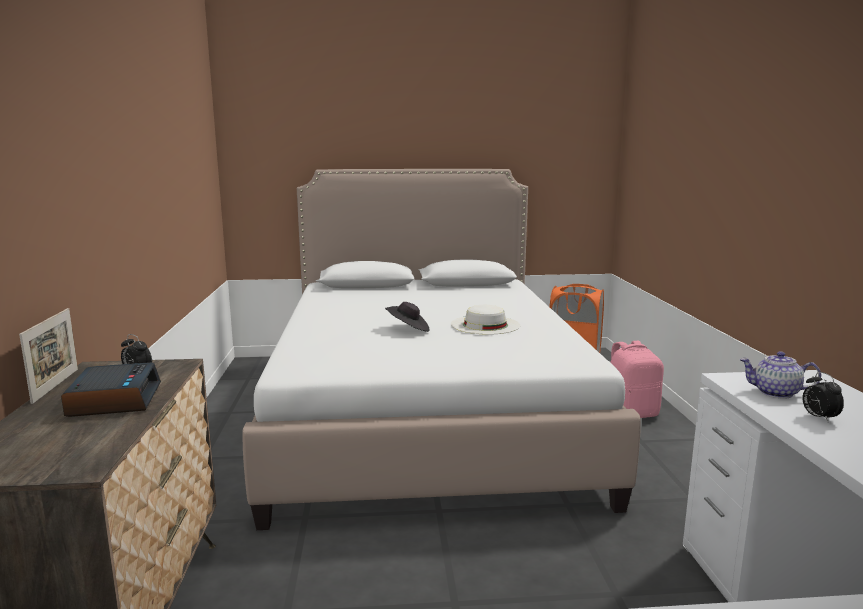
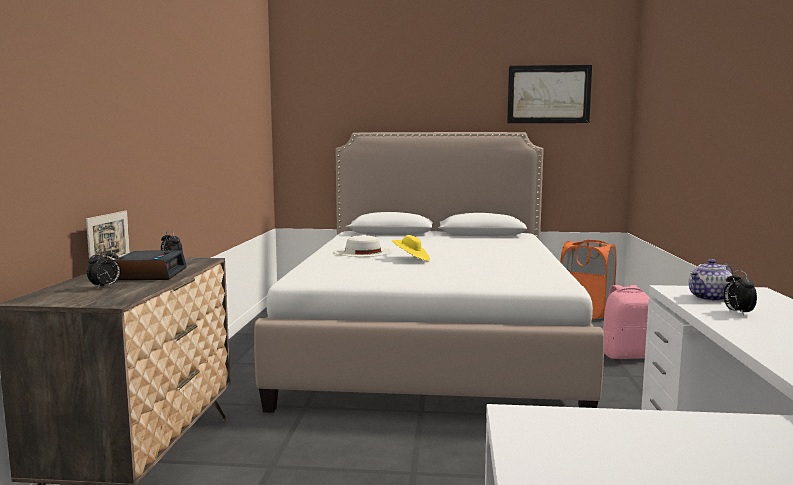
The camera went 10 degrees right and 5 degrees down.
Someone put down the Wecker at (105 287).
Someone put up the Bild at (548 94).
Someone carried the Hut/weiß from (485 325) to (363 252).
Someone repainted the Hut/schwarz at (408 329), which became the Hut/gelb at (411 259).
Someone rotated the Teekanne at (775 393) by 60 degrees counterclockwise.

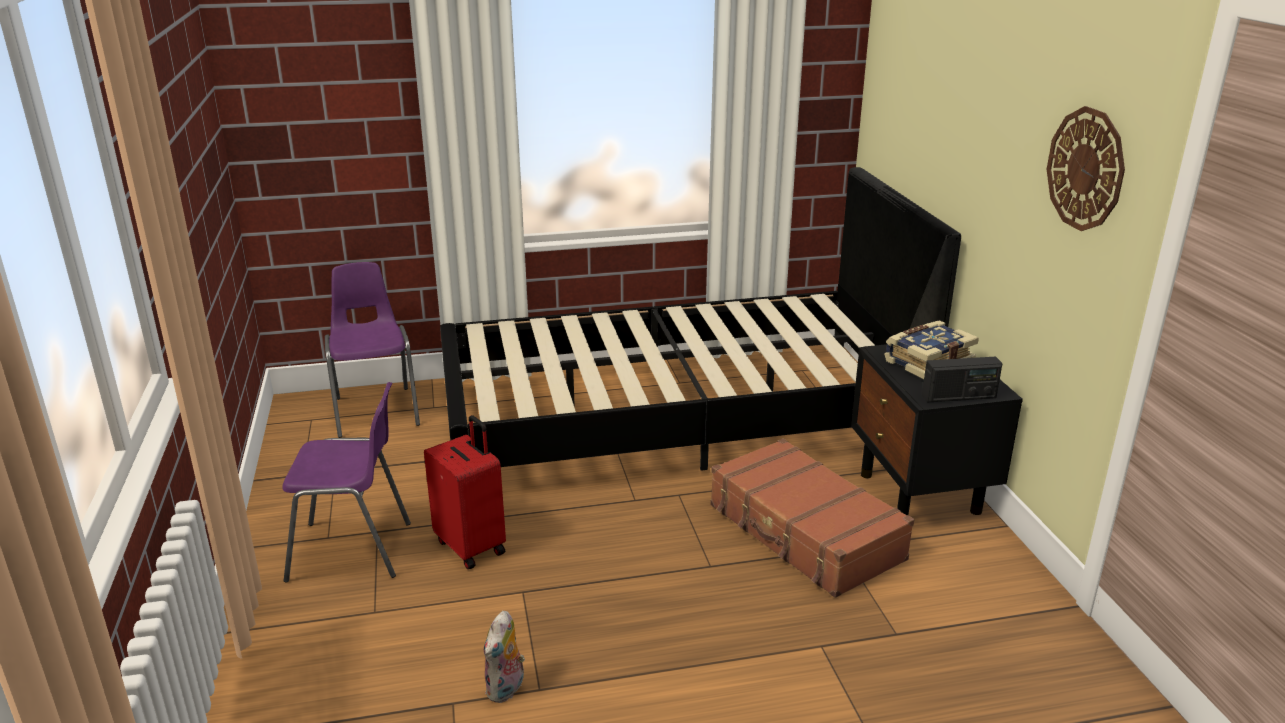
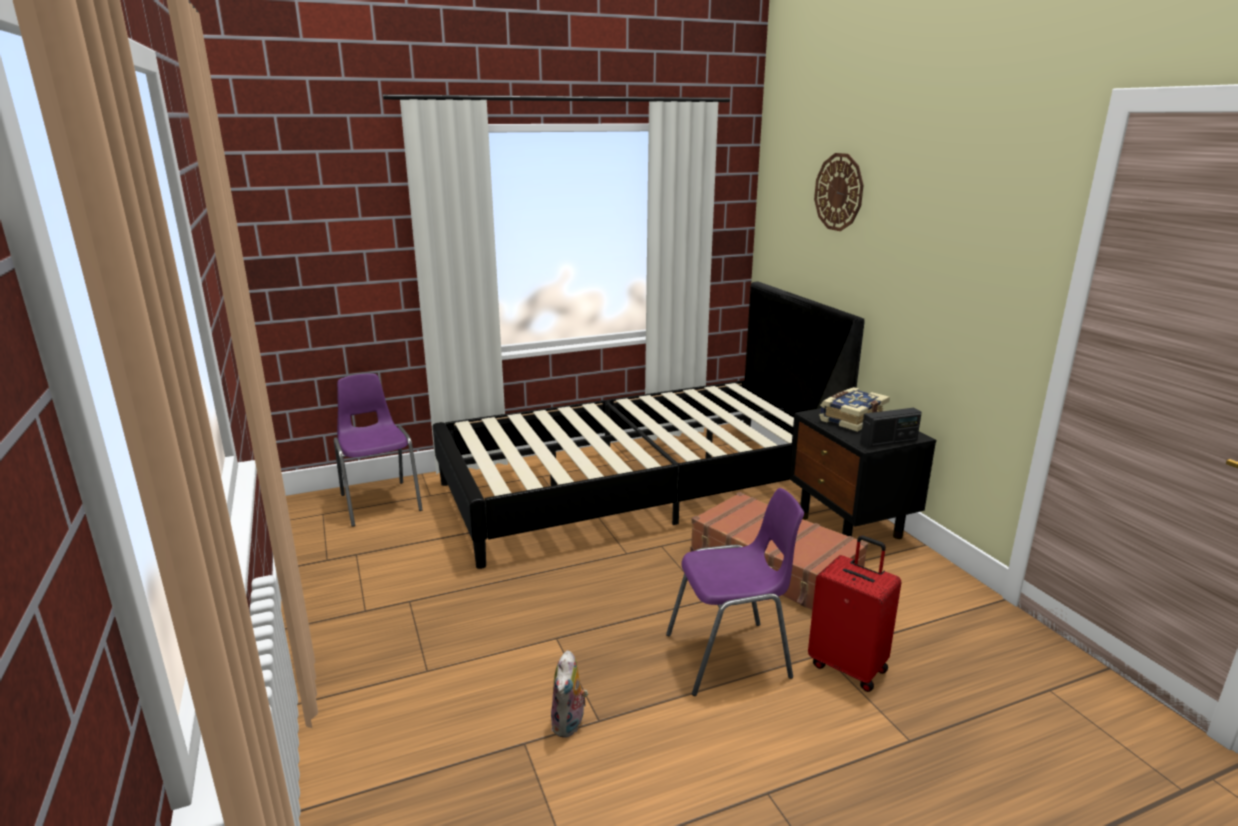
The camera went 10 degrees left and 5 degrees down.
Someone carried the Stuhl/lila from (353 551) to (731 656).
Someone carried the Koffer/rot from (472 546) to (848 666).
Someone carried the Wanduhr from (1086 169) to (839 192).

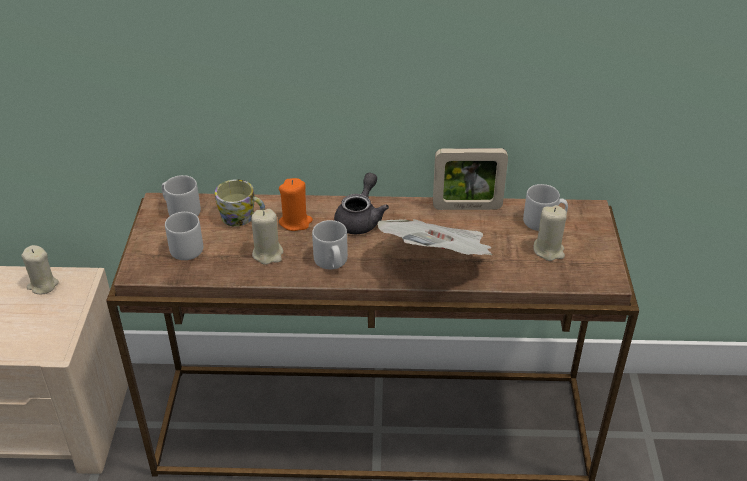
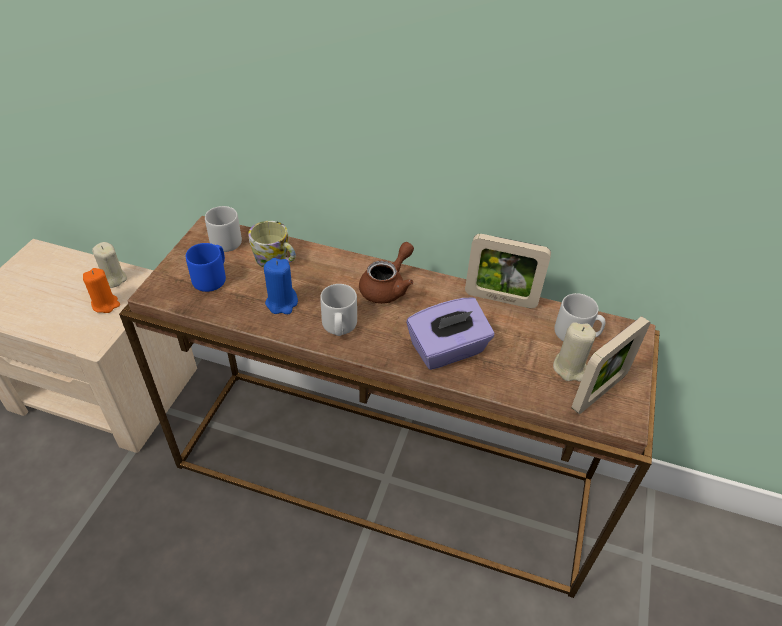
The camera went 15 degrees right and 5 degrees up.
Someone put down the Bilderrahmen at (599 392).
Someone carried the Kerze/orange from (295 222) to (105 304).
Someone swapped the Zeitung at (438 259) for the Taschentuchbox/lila at (448 350).
Someone repainted the Henkelbecher/grau at (188 247), which became the Henkelbecher/blau at (212 278).
Someone repainted the Kerze/beige at (268 254), which became the Kerze/blau at (282 303).
Someone repainted the Teekanne/grau at (360 219), which became the Teekanne/braun at (387 287).

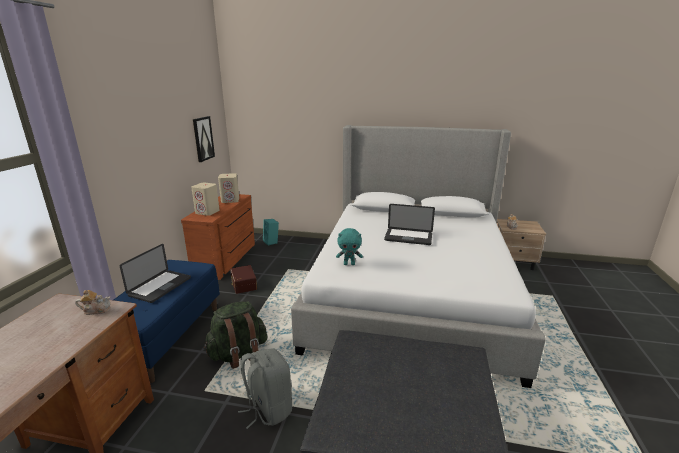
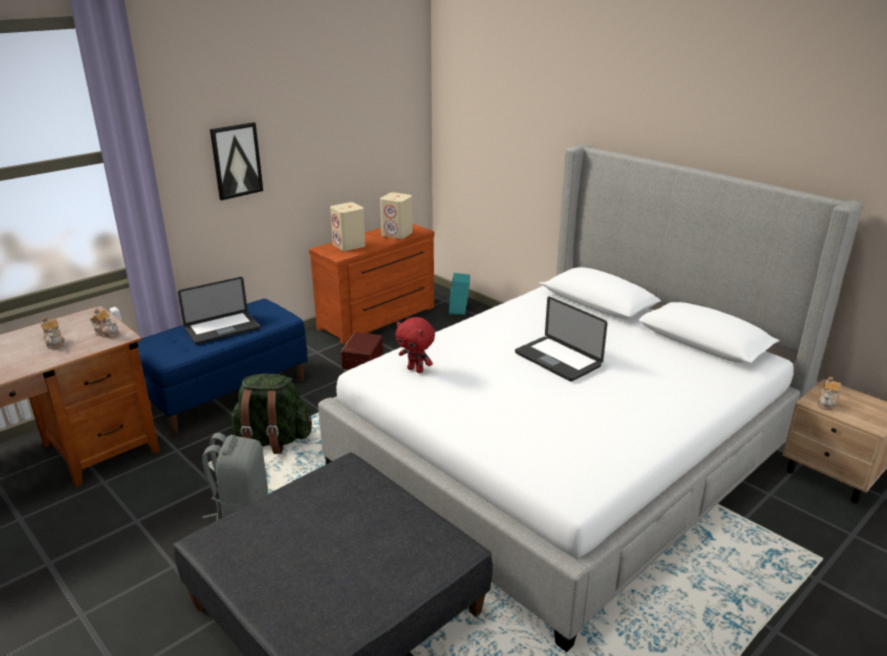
The camera went 35 degrees right and 5 degrees up.
Someone put down the Teekanne at (54 342).
Someone carried the Bild from (203 138) to (236 160).
Someone repainted the Plüschtier/türkis at (349 264), which became the Plüschtier/rot at (416 370).

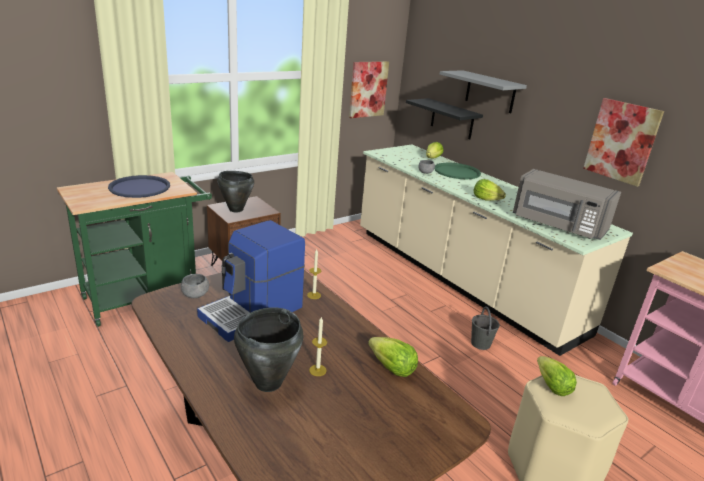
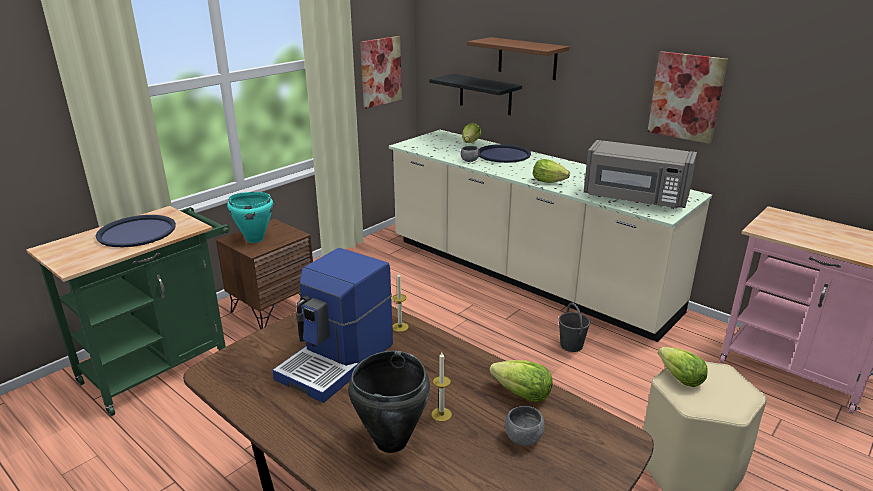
The camera went 10 degrees left and 0 degrees up.
Someone carried the Schüssel/grau from (195 295) to (523 438).
Someone repainted the Kochtopf/schwarz at (236 209), which became the Kochtopf/türkis at (254 239).
Someone repainted the Tablett/grün at (457 172), which became the Tablett/blau at (503 154).
Someone repainted the Wandregal/grau at (490 92), which became the Wandregal/braun at (527 58).

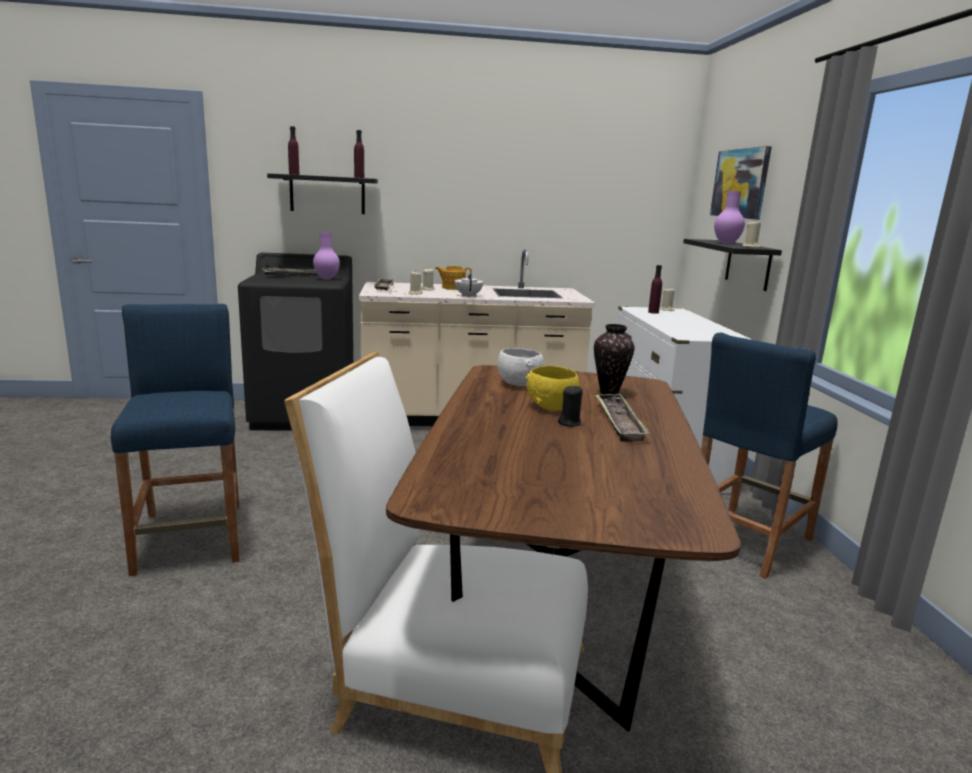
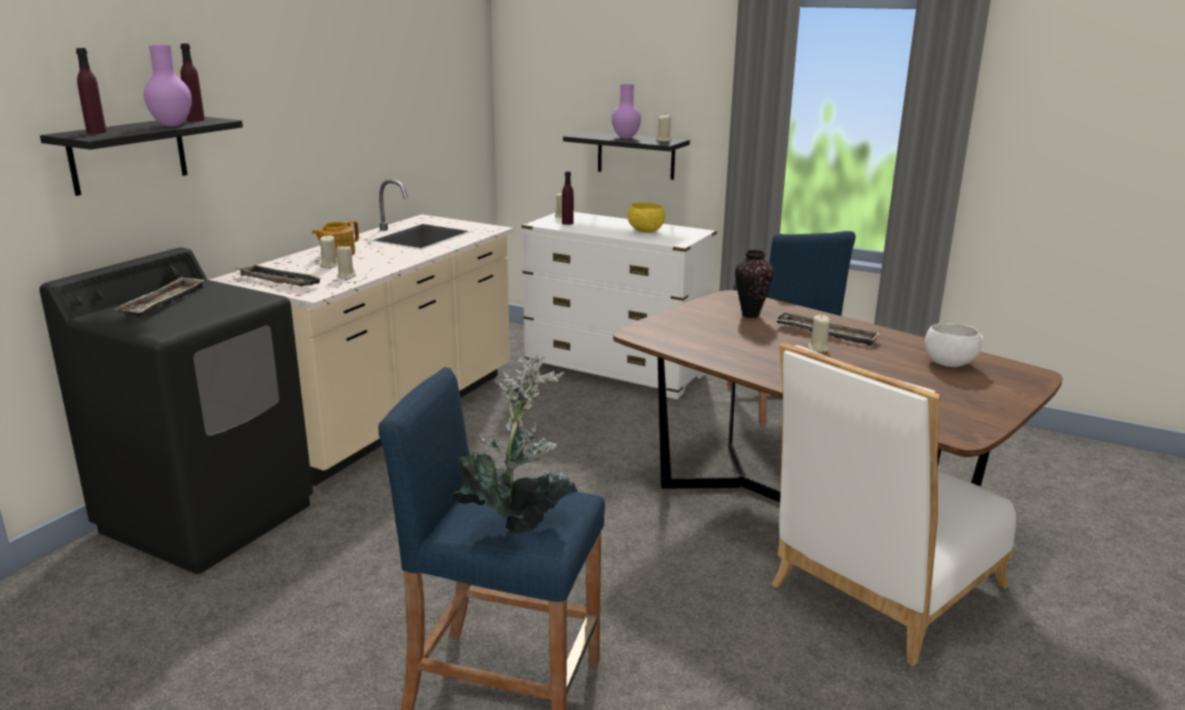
The camera went 55 degrees left and 5 degrees up.
Someone took away the Teekanne/weiß at (468 296).
Someone took away the Bild at (740 183).
Someone put down the Topfpflanze at (518 522).
Someone carried the Vase/lila from (327 279) to (172 125).
Someone carried the Schüssel/weiß from (519 383) to (948 363).
Someone carried the Schüssel/gelb from (552 407) to (646 231).
Someone repainted the Kerze/schwarz at (569 423), which became the Kerze/beige at (817 348).

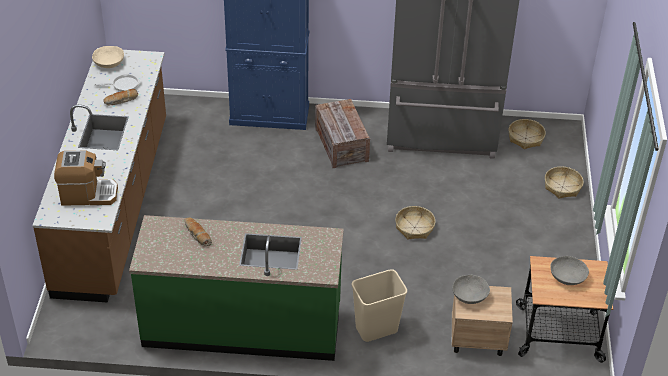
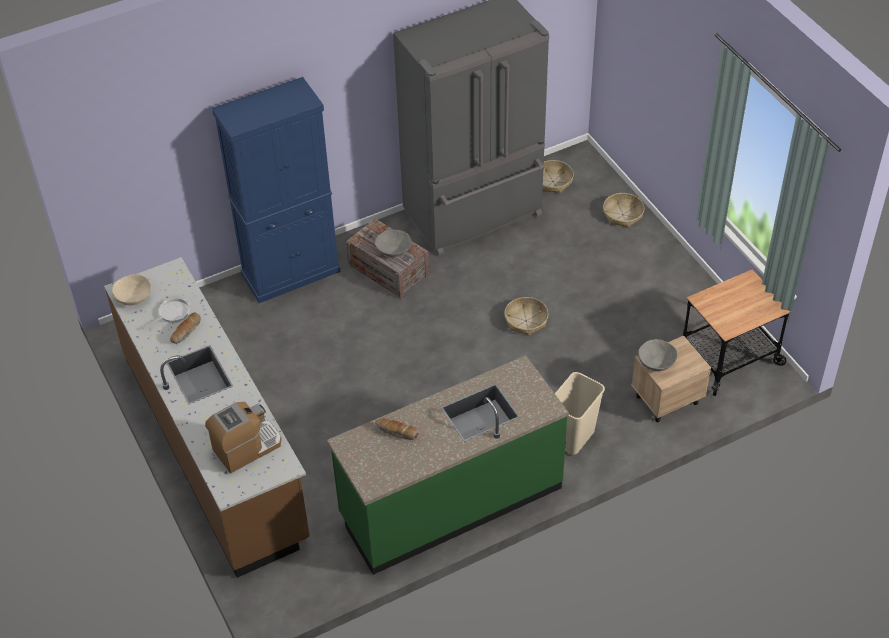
The camera went 30 degrees left and 5 degrees up.
Someone carried the Schüssel/grau from (567 277) to (393 249).

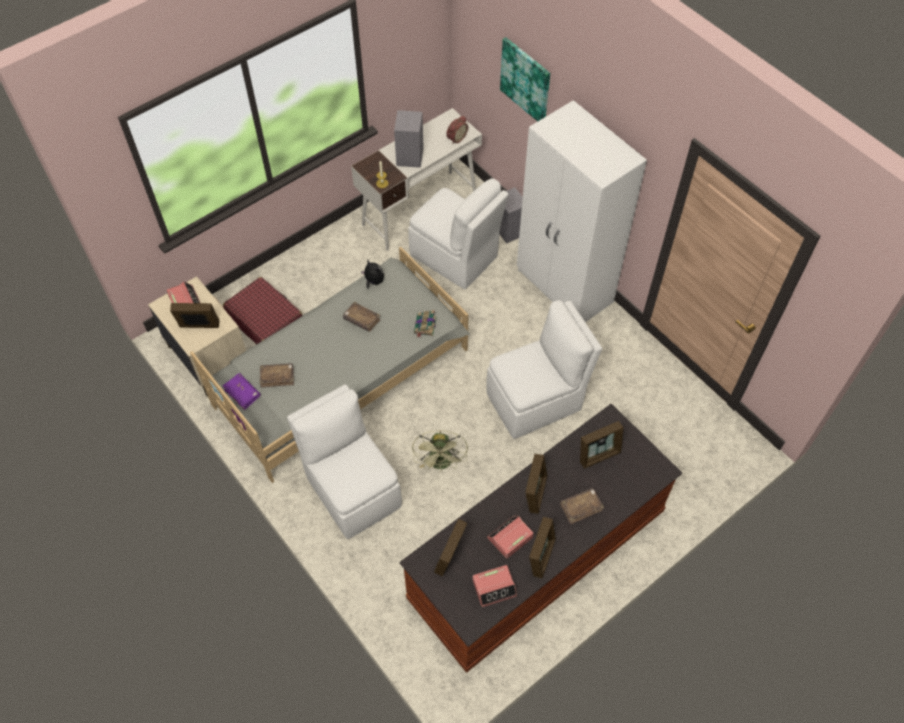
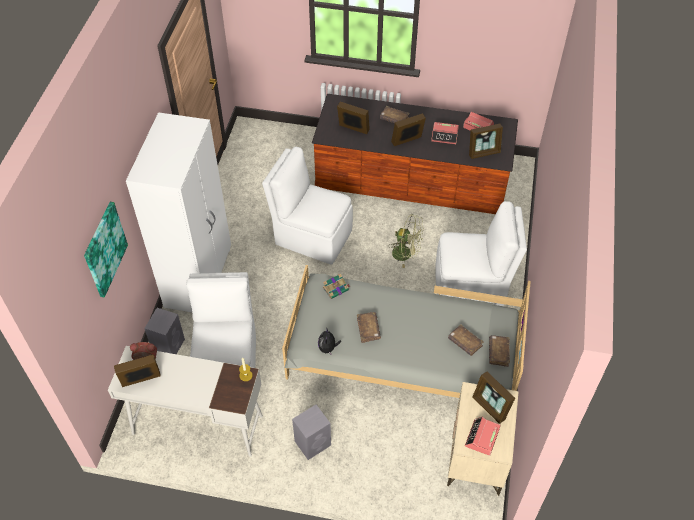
The camera went 130 degrees left and 5 degrees down.
Someone took away the Koffer/rot at (265 321).
Someone carried the Lautsprecher/grau from (410 157) to (313 443).
Someone carried the Bilderrahmen from (541 556) to (141 381).
Someone repainted the Buch/lila at (242 393), which became the Buch/braun at (498 353).
Someone rotated the Stuhl/weiß at (352 489) by 105 degrees counterclockwise.
Someone rotated the Ventilator/grün at (441 464) by 60 degrees clockwise.

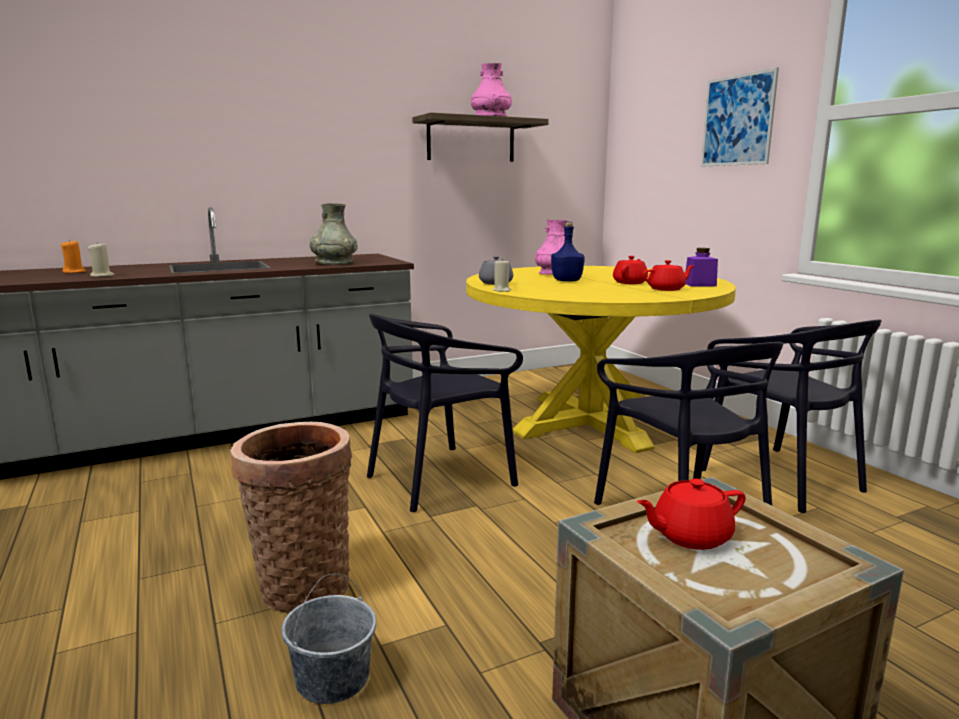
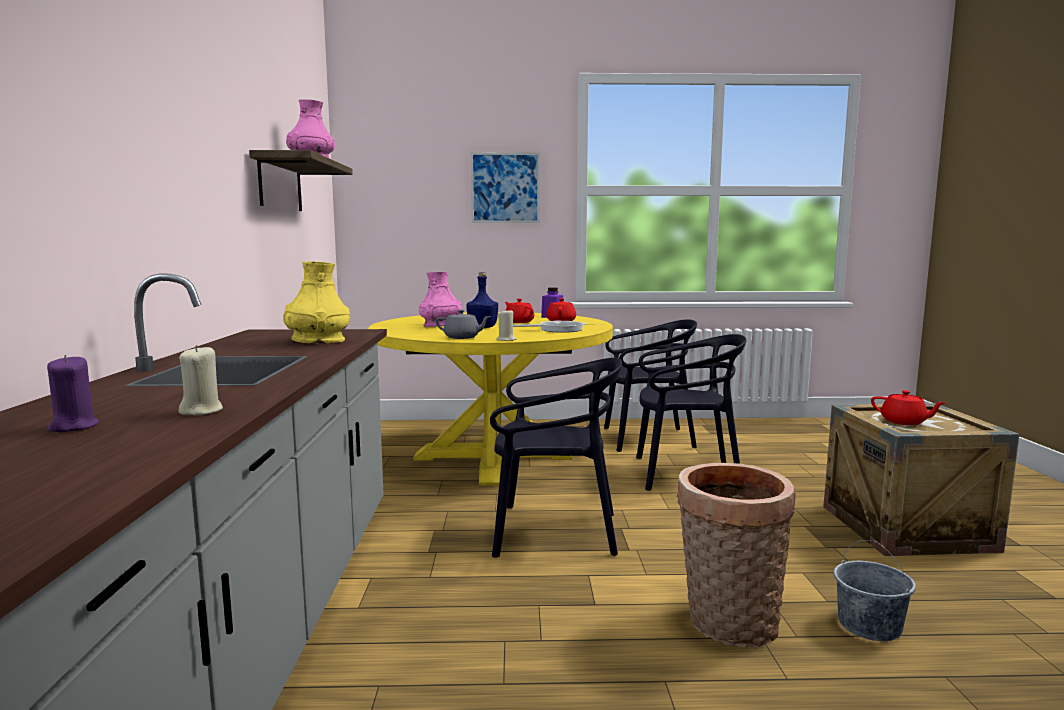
The camera went 65 degrees left and 5 degrees down.
Someone put down the Pfanne at (557 329).
Someone repainted the Kerze/orange at (74 272), which became the Kerze/lila at (73 427).
Someone repainted the Vase/grau at (334 263), which became the Vase/gelb at (318 341).
Someone rotated the Stuhl/schwarz at (440 478) by 75 degrees counterclockwise.
Someone rotated the Teekanne/rot at (690 536) by 60 degrees counterclockwise.

